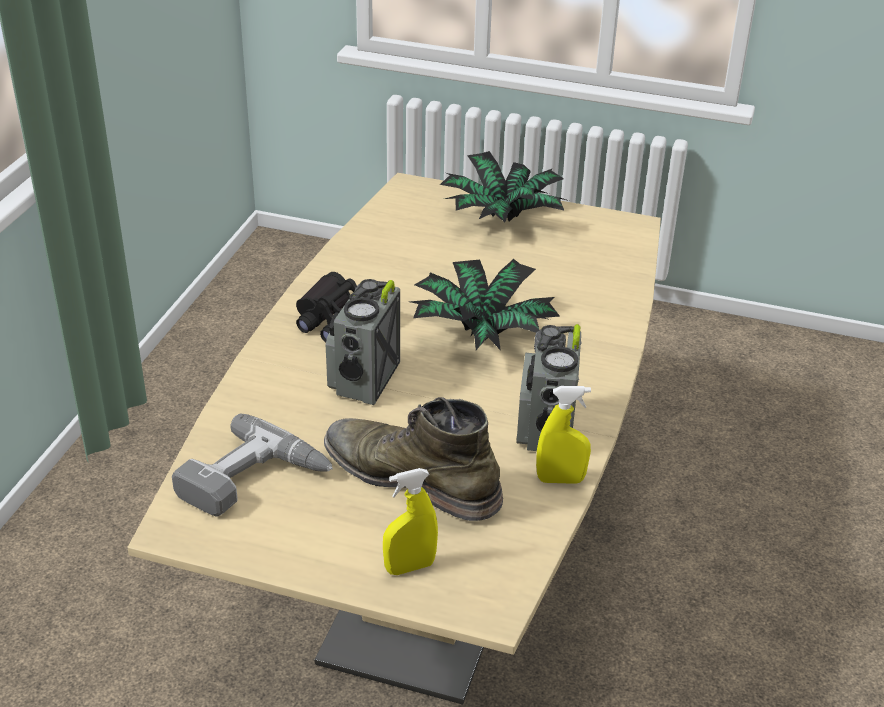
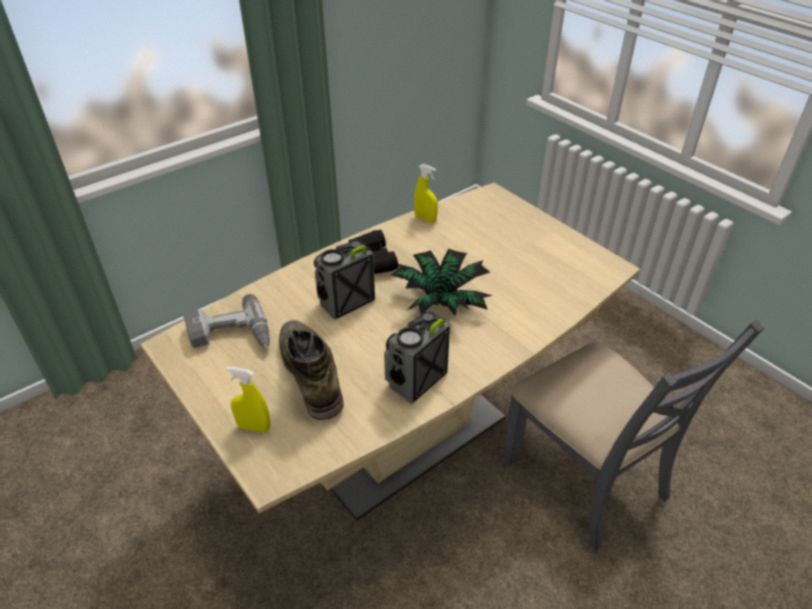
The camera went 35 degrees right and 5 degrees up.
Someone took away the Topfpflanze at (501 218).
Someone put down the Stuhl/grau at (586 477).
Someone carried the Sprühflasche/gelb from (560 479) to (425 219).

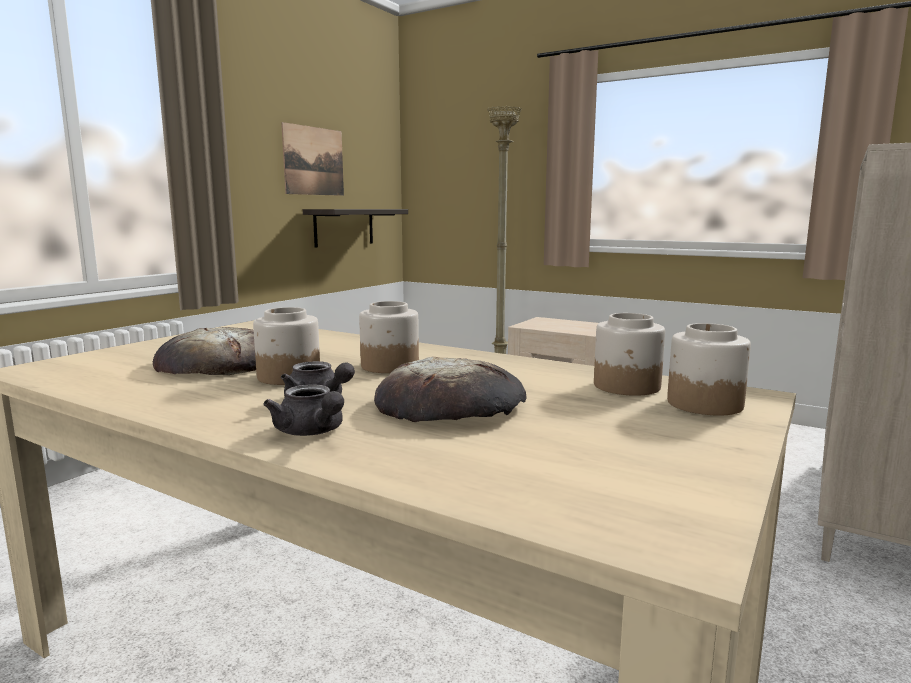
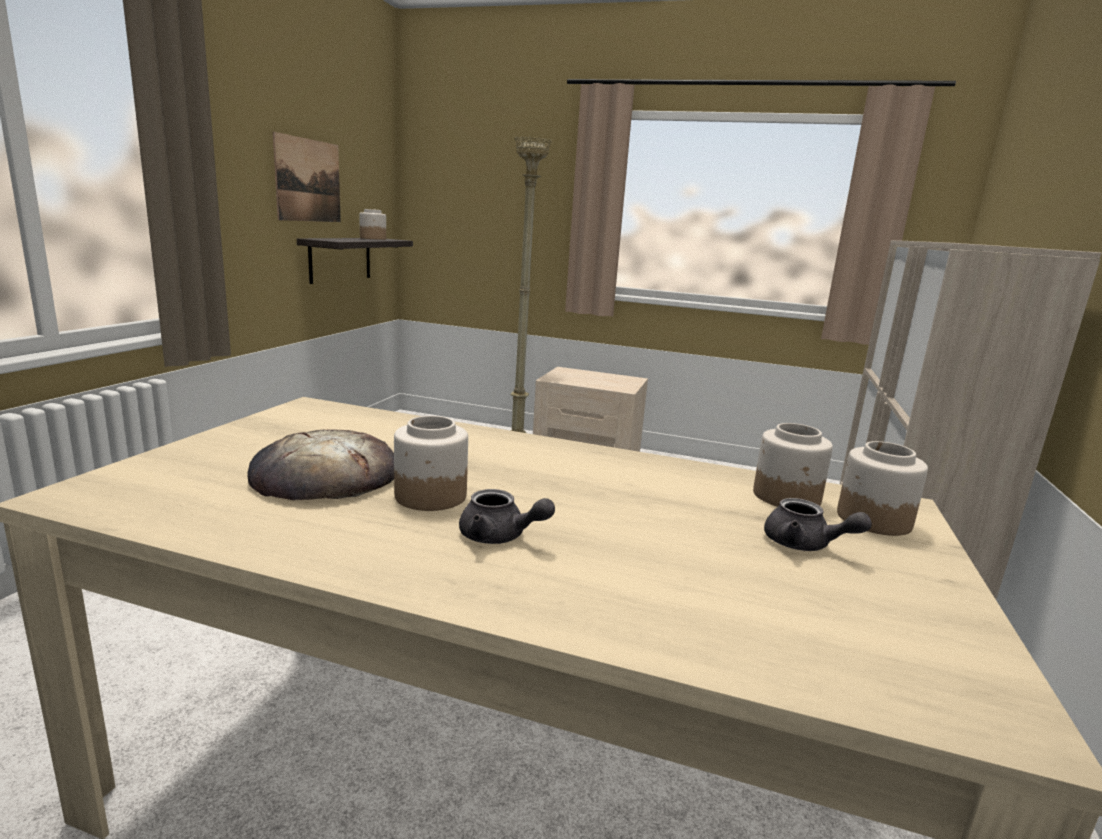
The camera went 15 degrees left and 5 degrees up.
Someone took away the Brot at (452 405).
Someone carried the Teekanne/grau from (312 432) to (805 545).
Someone carried the Vorratsglas from (389 366) to (372 238).

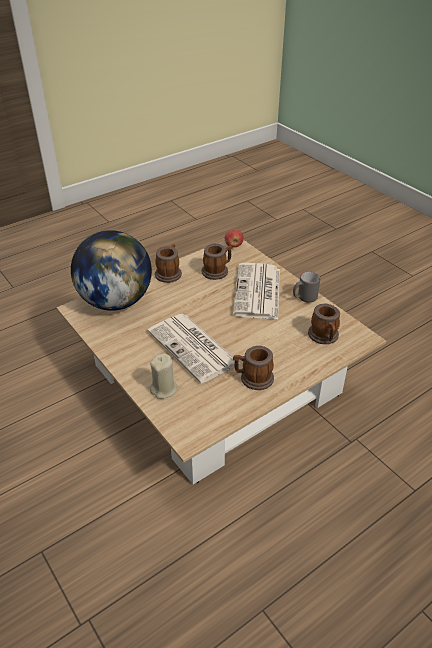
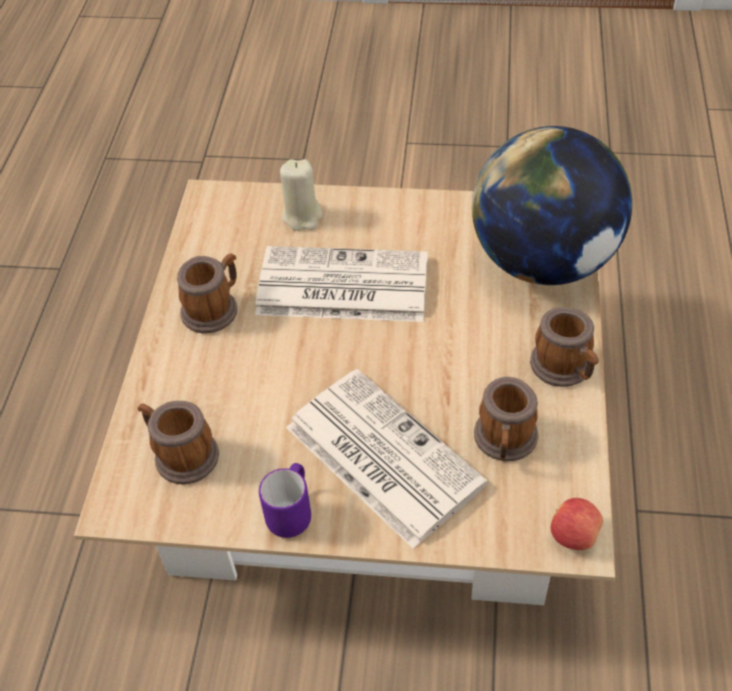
The camera went 135 degrees right and 10 degrees up.
Someone repainted the Henkelbecher/grau at (304 298), which became the Henkelbecher/lila at (292 511).

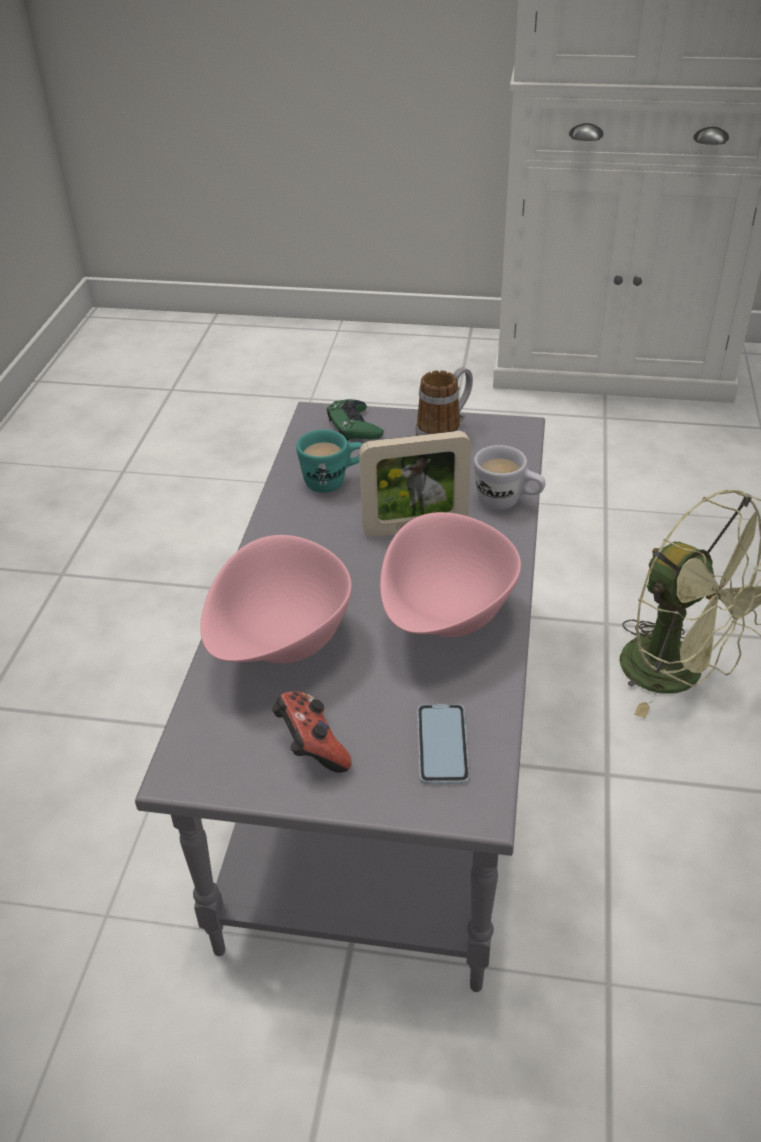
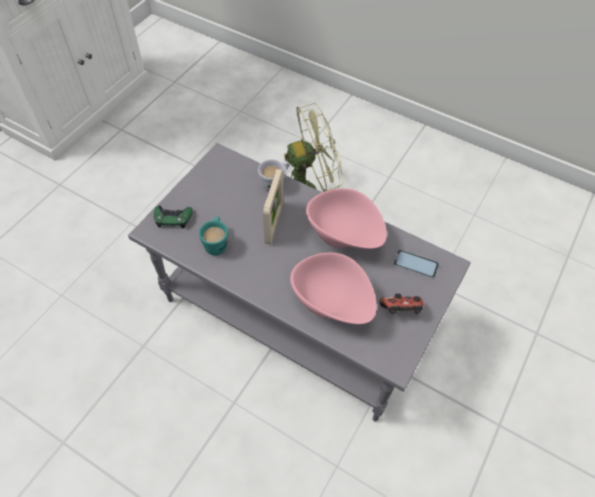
The camera went 70 degrees left and 15 degrees up.
Someone took away the Henkelbecher at (445 431).

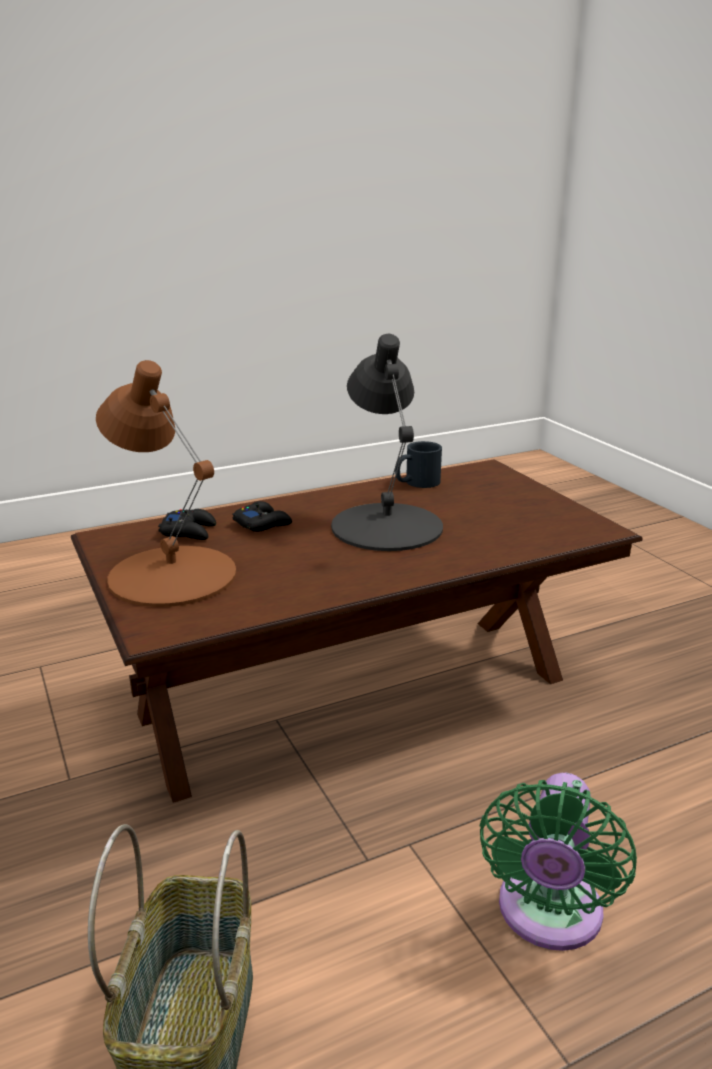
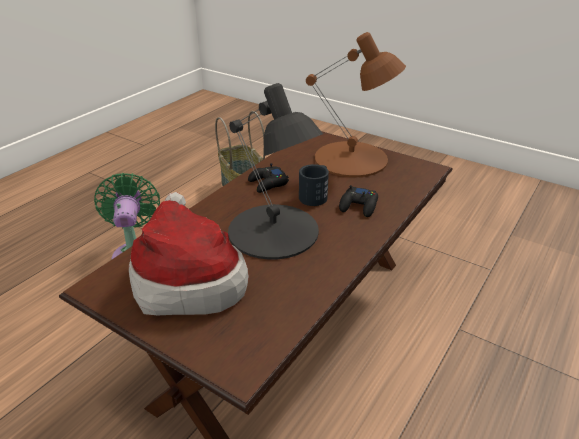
The camera went 150 degrees right and 10 degrees up.
Someone put down the Hut at (188 279).
Someone carried the Gamepad/schwarz from (189 531) to (268 183).
Someone carried the Henkelbecher/schwarz from (416 483) to (316 195).

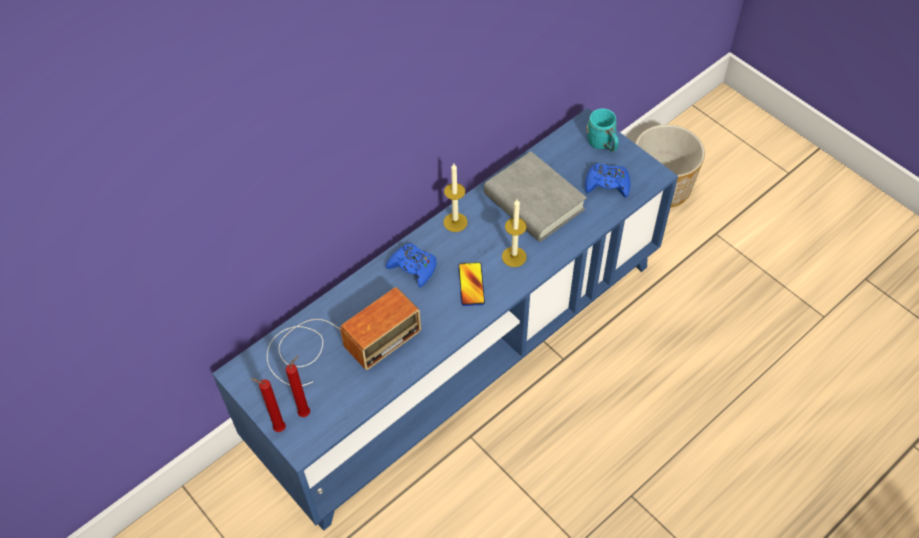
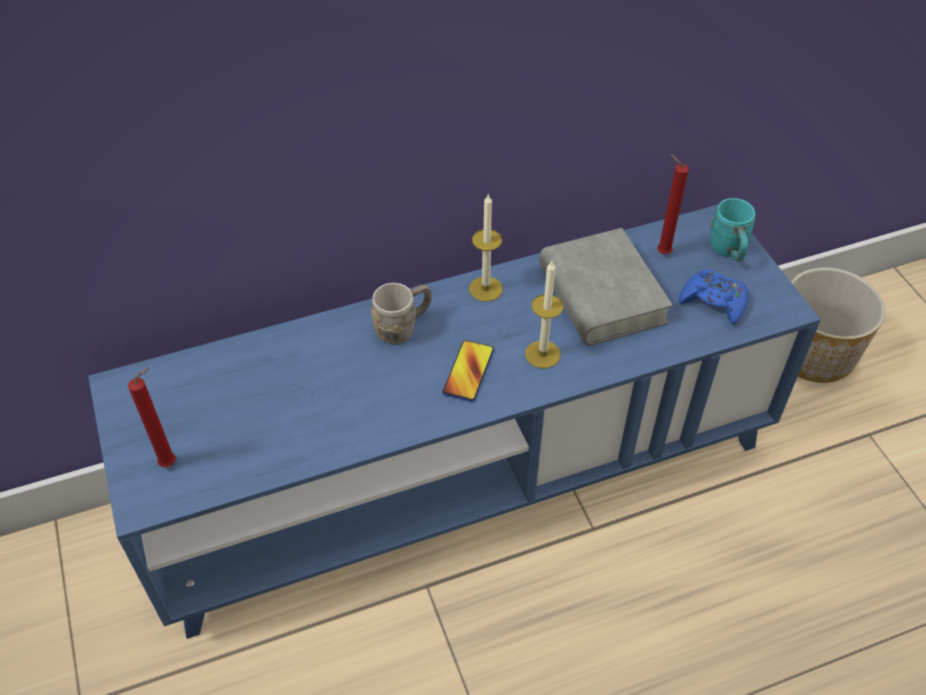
The camera went 20 degrees right and 5 degrees down.
Someone took away the Radio at (337 344).
Someone carried the Kerze/rot from (277 428) to (661 252).
Someone swapped the Gamepad/blau at (413 267) for the Henkelbecher/grau at (403 327).

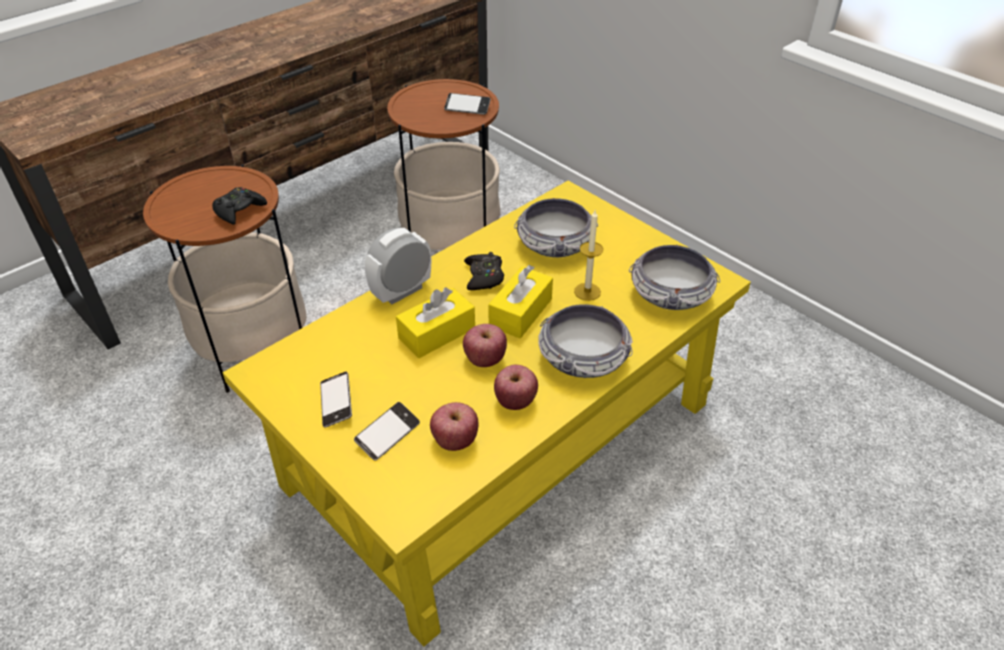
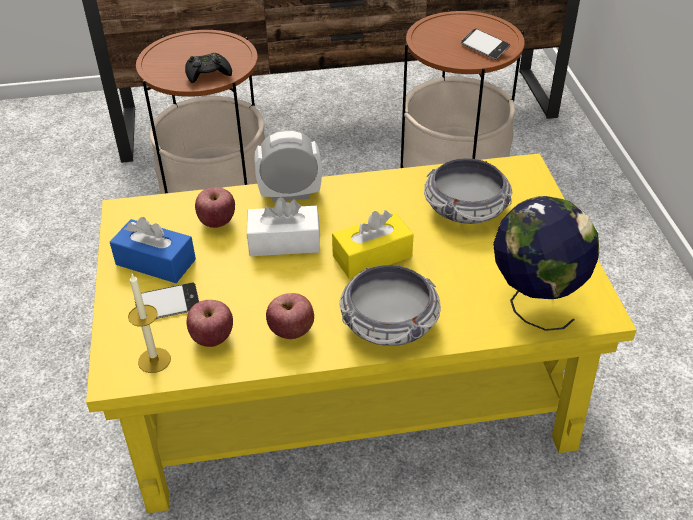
The camera went 35 degrees right and 0 degrees up.
Someone took away the Gamepad/schwarz at (484 276).
Someone carried the Apfel from (485 359) to (217 222).
Someone carried the Kerze from (587 291) to (154 360).
Someone swapped the Handy at (336 403) for the Taschentuchbox/blau at (155 262).
Someone swapped the Schüssel at (670 294) for the Globus at (534 303).
Someone repainted the Taschentuchbox/gelb at (437 333), which became the Taschentuchbox/weiß at (284 242).

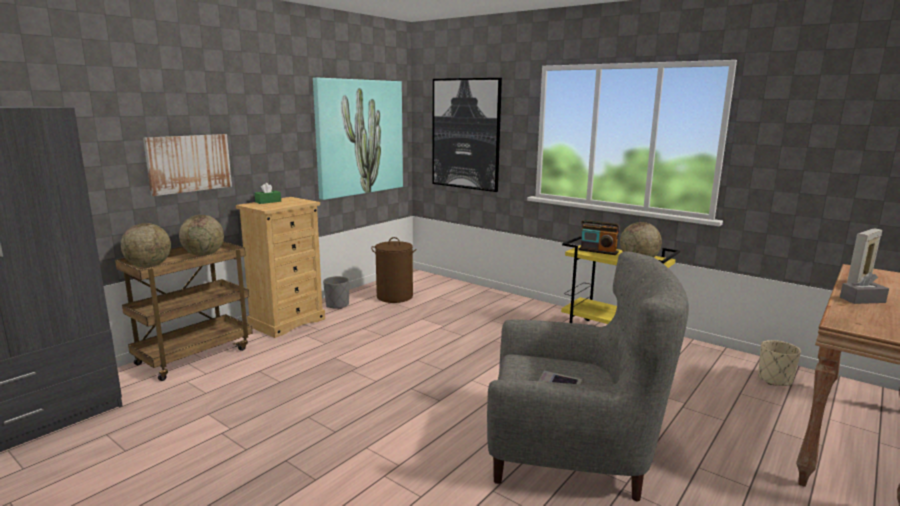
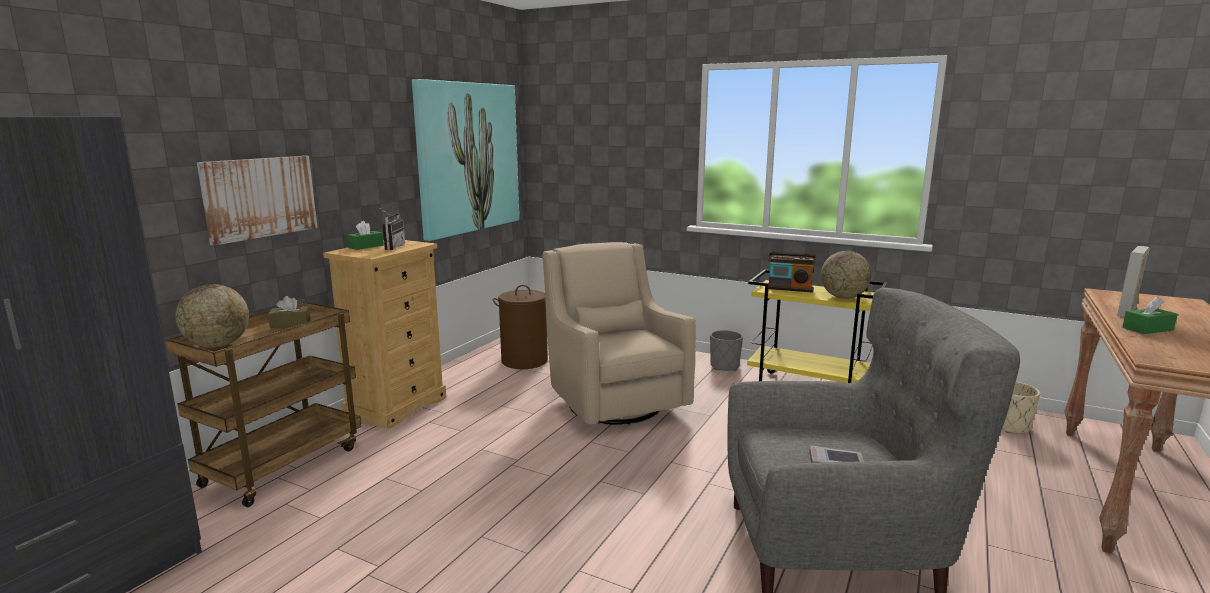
The camera went 10 degrees left and 0 degrees up.
Someone took away the Bild at (466 134).
Someone put down the Radio at (391 247).
Someone put down the Sessel/beige at (613 402).
Someone carried the Pflanzkübel/grau from (337 305) to (724 366).
Someone swapped the Globus at (204 255) for the Taschentuchbox/braun at (290 324).
Someone repainted the Taschentuchbox/grau at (862 300), which became the Taschentuchbox/grün at (1147 329).

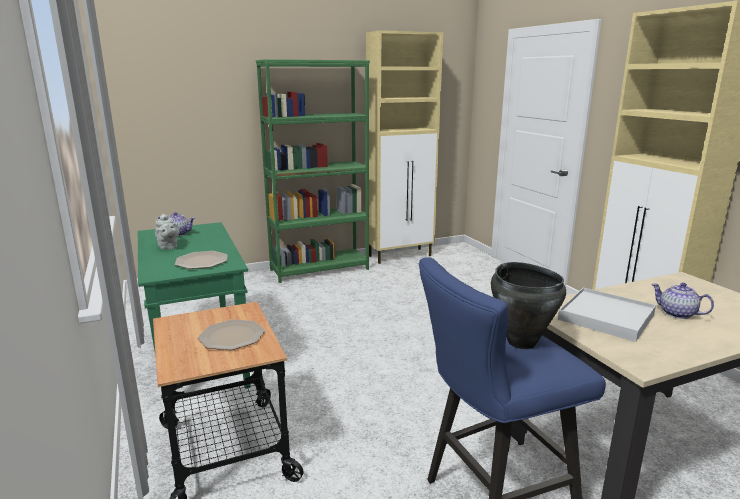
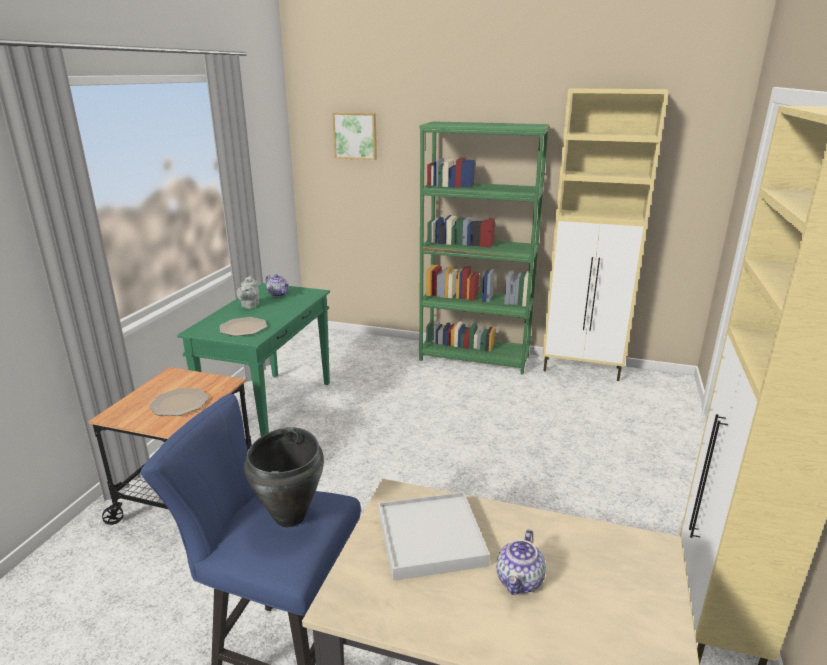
The camera went 40 degrees right and 5 degrees up.
Someone put up the Bild at (355 136).
Someone rotated the Teekanne at (677 314) by 150 degrees counterclockwise.

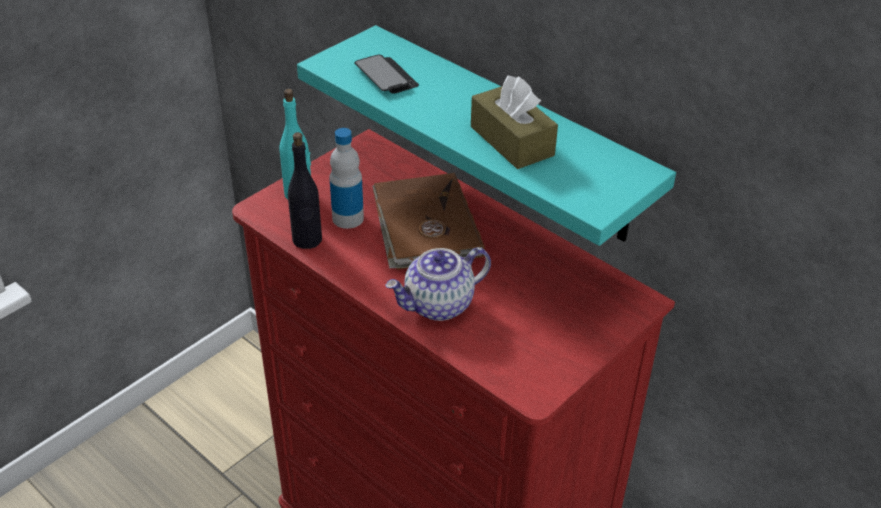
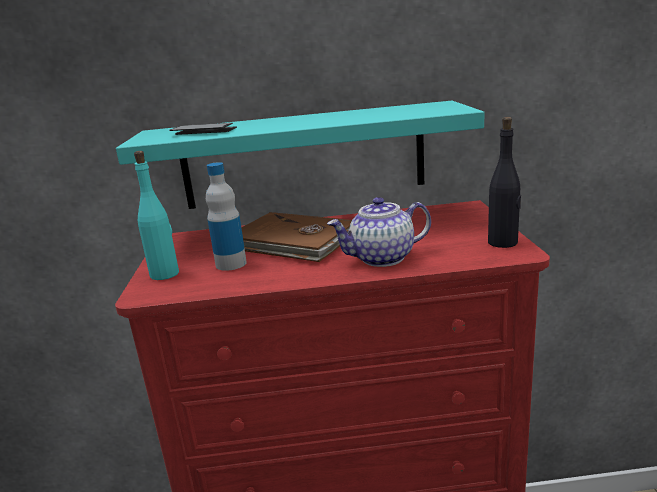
The camera went 45 degrees left and 20 degrees down.
Someone took away the Taschentuchbox/braun at (512 141).
Someone carried the Flasche/schwarz from (307 240) to (503 242).
Someone rotated the Teekanne at (438 305) by 60 degrees clockwise.

